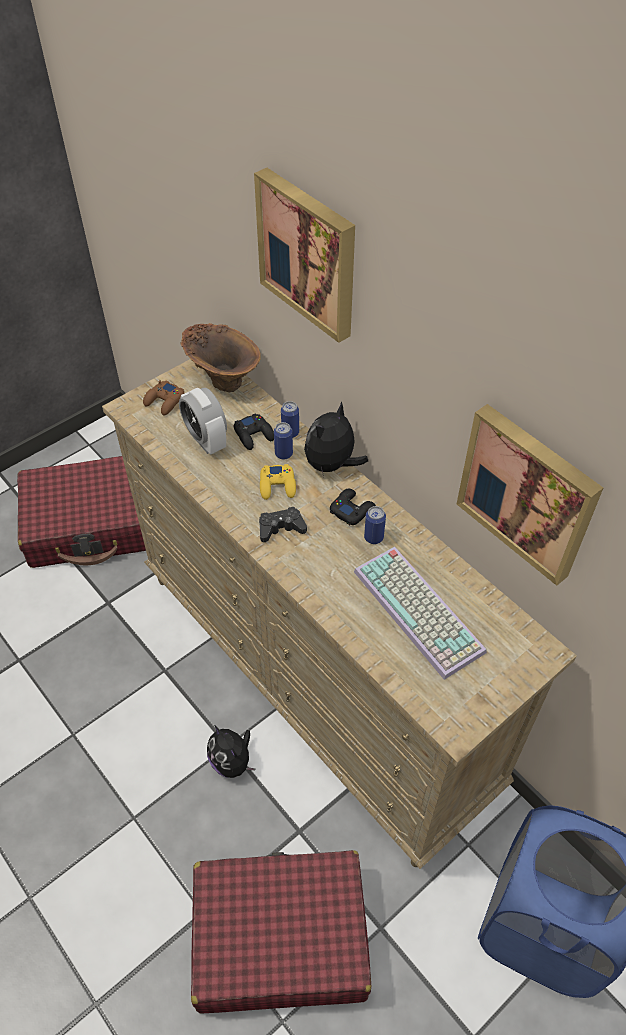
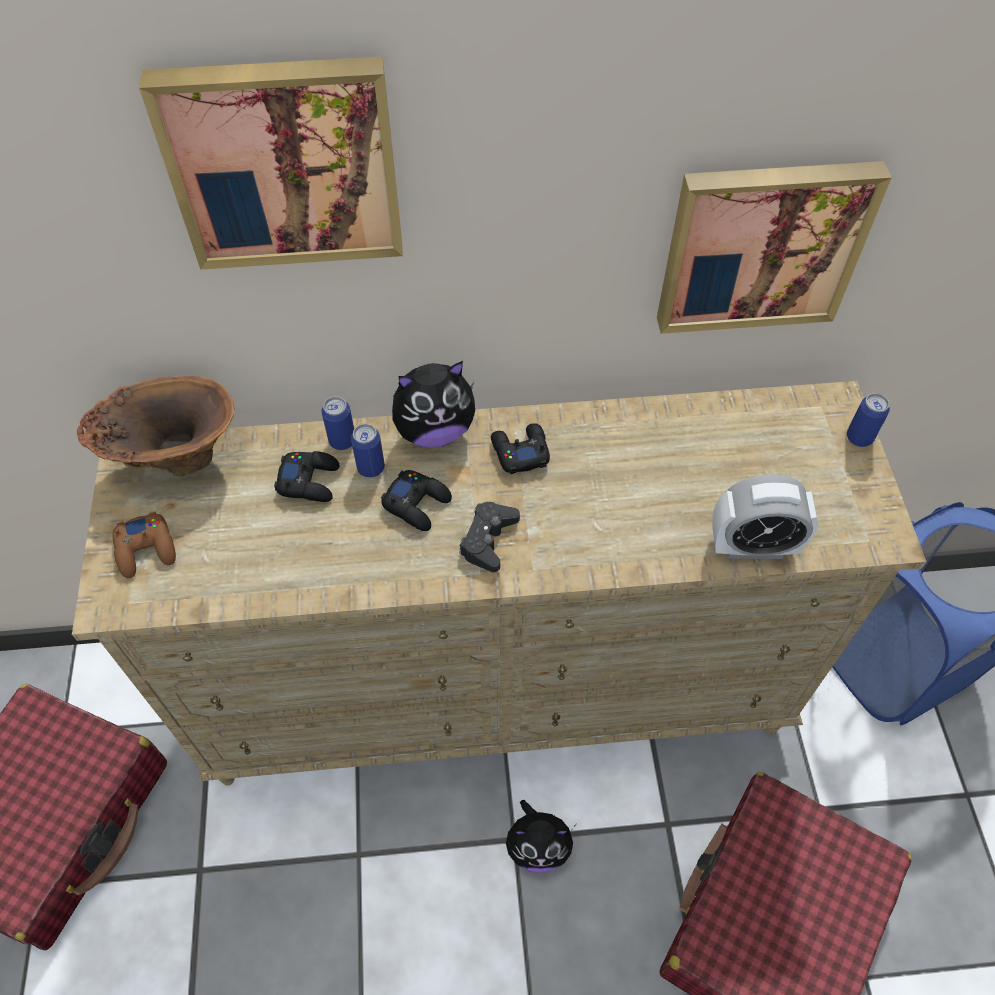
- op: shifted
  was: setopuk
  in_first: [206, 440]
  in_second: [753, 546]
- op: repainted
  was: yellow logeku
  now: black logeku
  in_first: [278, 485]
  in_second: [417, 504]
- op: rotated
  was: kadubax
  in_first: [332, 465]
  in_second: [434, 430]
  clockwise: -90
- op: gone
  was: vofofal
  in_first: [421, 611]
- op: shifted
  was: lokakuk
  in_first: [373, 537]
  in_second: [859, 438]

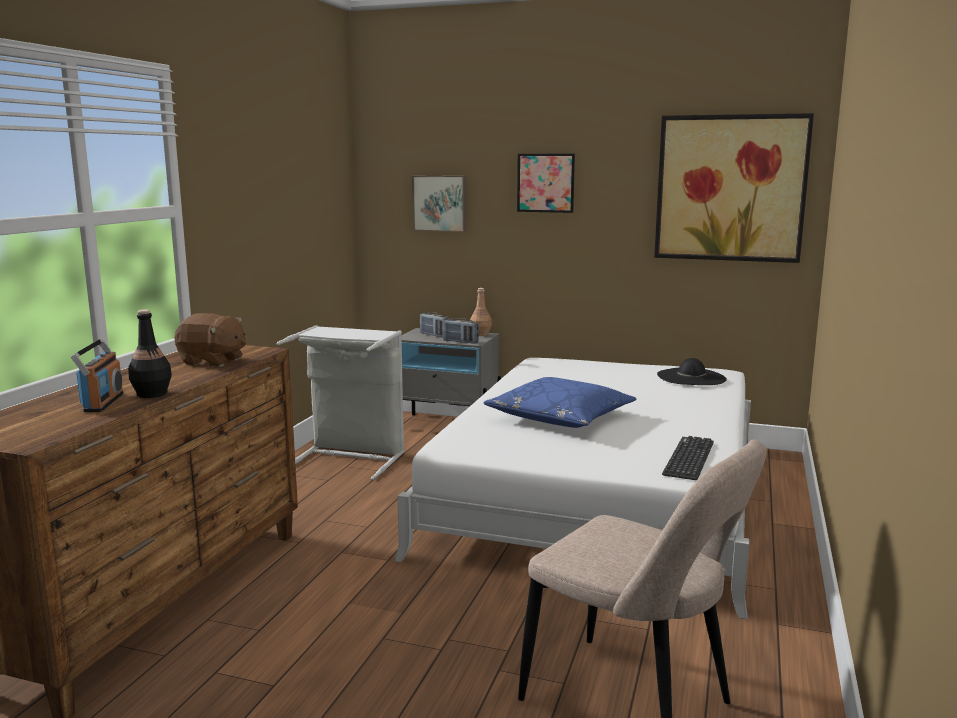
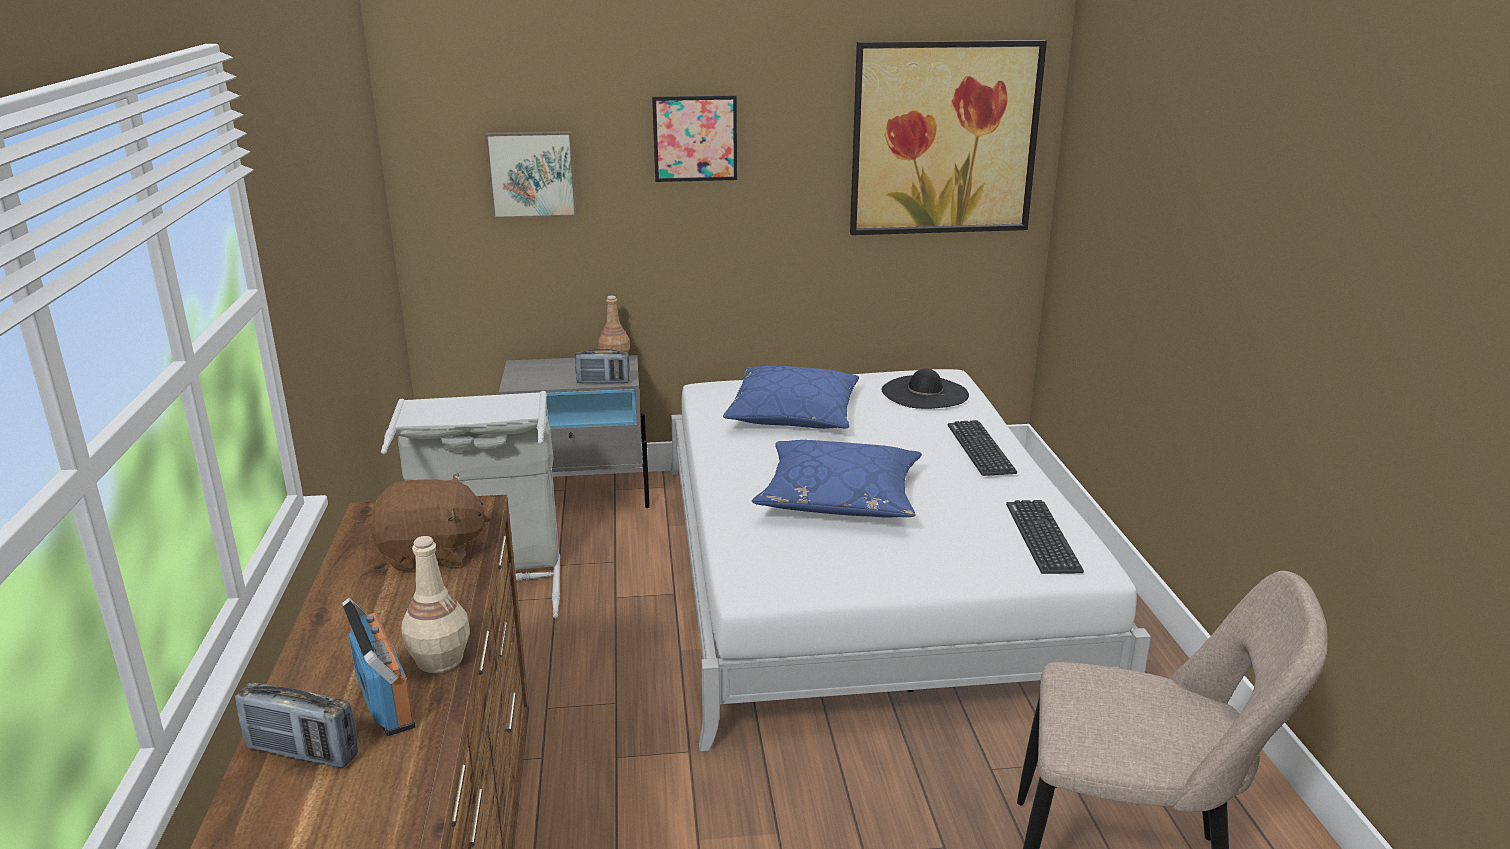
- op: repainted
  was: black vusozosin
  now: beige vusozosin
  in_first: [151, 394]
  in_second: [439, 660]
- op: shifted
  was: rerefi
  in_first: [434, 335]
  in_second: [302, 752]
- op: new
  now: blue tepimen
  in_second: [793, 414]
- op: new
  now: vofofal
  in_second: [980, 449]

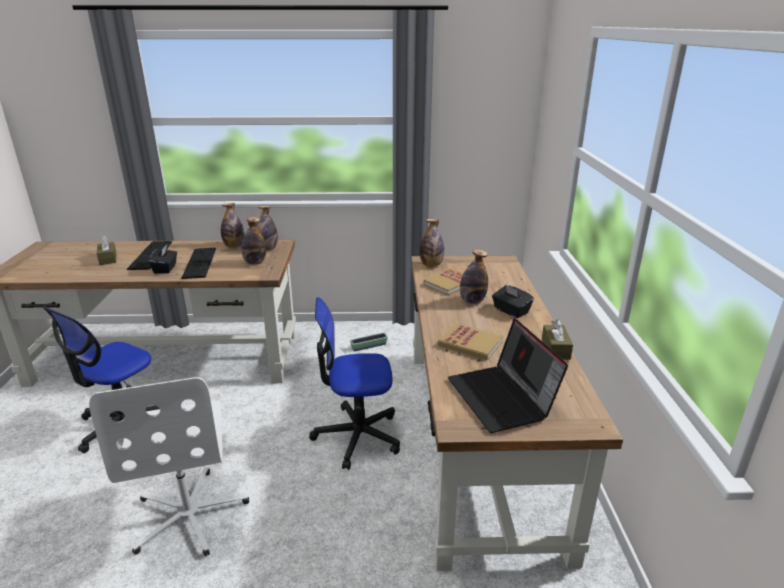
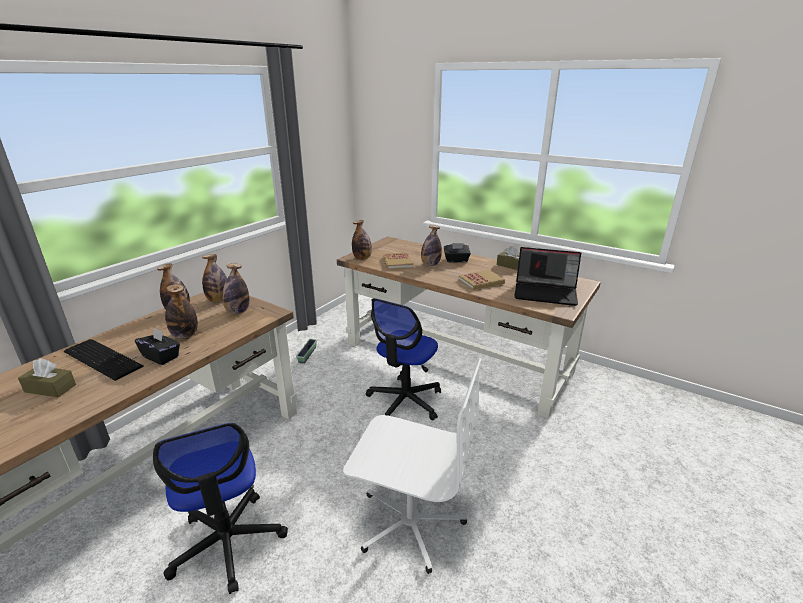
- op: swapped
  was: vofofal
  now: vusozosin
  in_first: [201, 262]
  in_second: [185, 335]

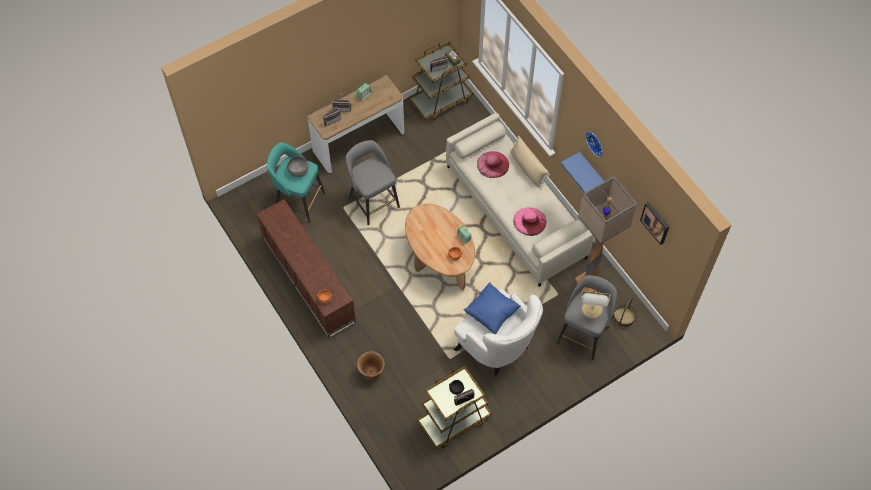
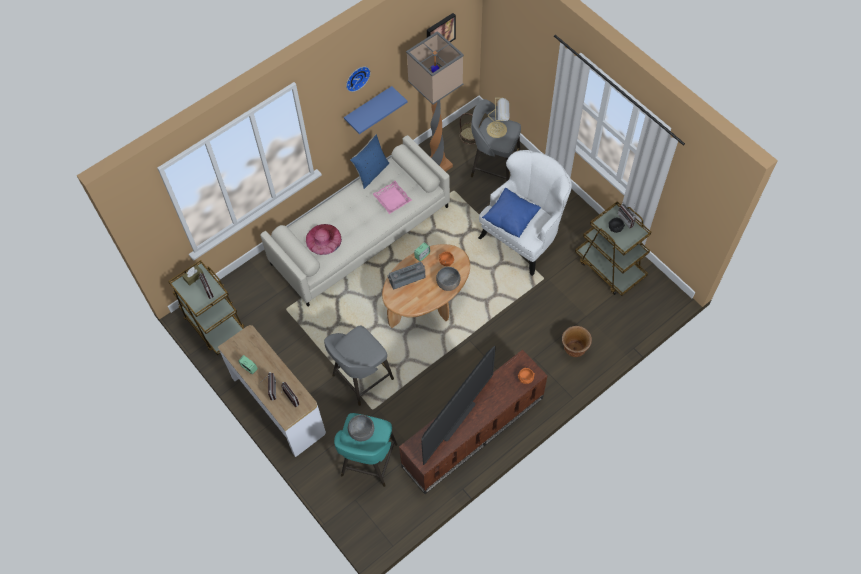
- op: gone
  was: beige tepimen
  in_first: [527, 168]
- op: swapped
  was: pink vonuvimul
  now: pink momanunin
  in_first: [529, 221]
  in_second: [392, 199]
- op: new
  now: blue tepimen
  in_second: [371, 172]
- op: new
  now: rerefi
  in_second: [406, 278]
- op: new
  now: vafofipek
  in_second: [457, 420]
- op: new
  now: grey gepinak
  in_second: [448, 283]

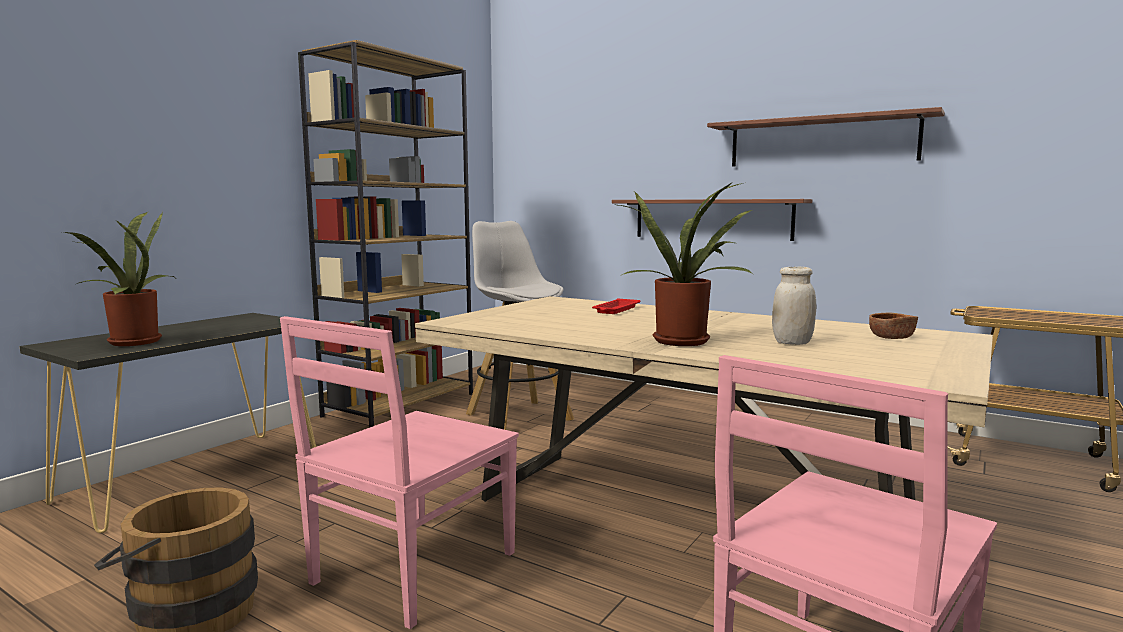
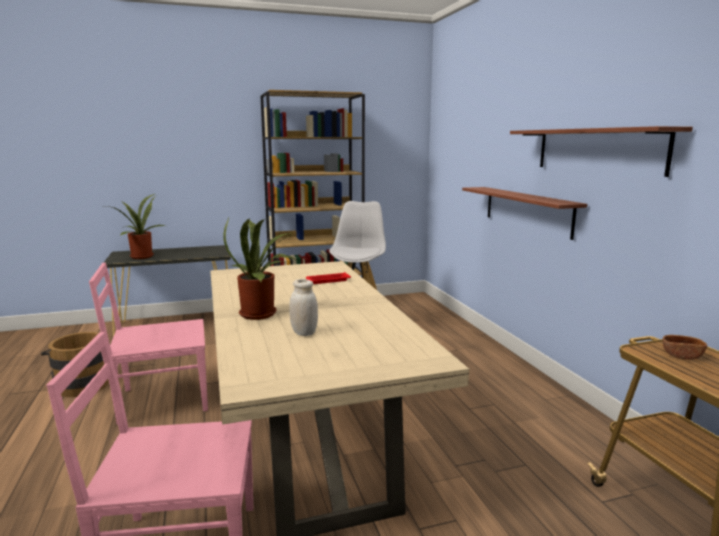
- op: shifted
  was: brown gepinak
  in_first: [891, 337]
  in_second: [682, 356]

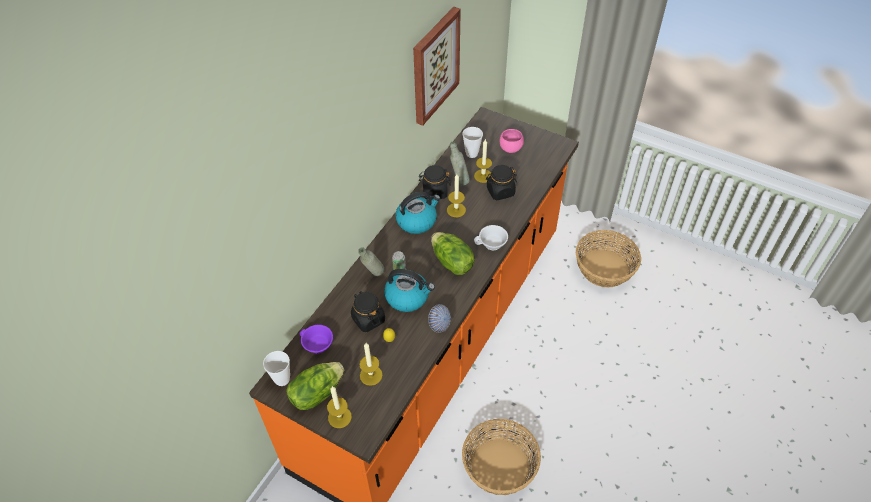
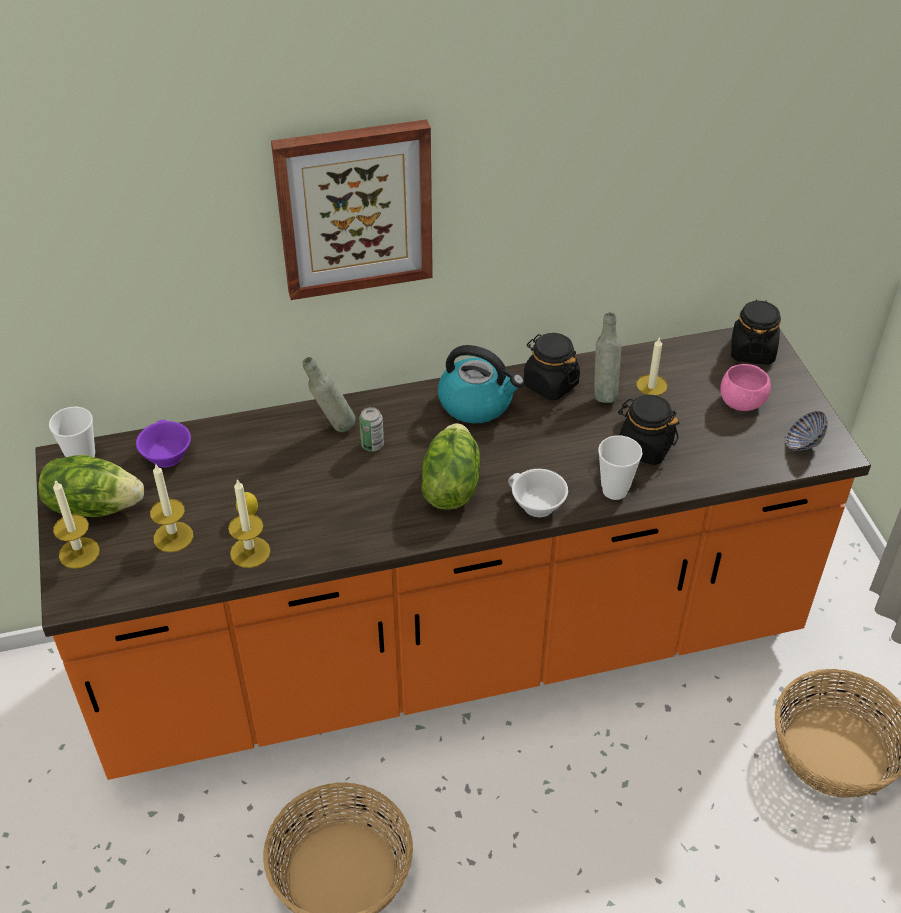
- op: shifted
  was: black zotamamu
  in_first: [368, 319]
  in_second: [752, 351]
- op: gone
  was: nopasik
  in_first: [408, 297]
- op: shifted
  was: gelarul
  in_first: [434, 66]
  in_second: [354, 208]
- op: shifted
  was: gepinak
  in_first: [439, 324]
  in_second: [803, 444]
- op: shifted
  was: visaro
  in_first: [456, 210]
  in_second: [250, 552]
- op: shifted
  was: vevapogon
  in_first: [472, 153]
  in_second: [614, 490]

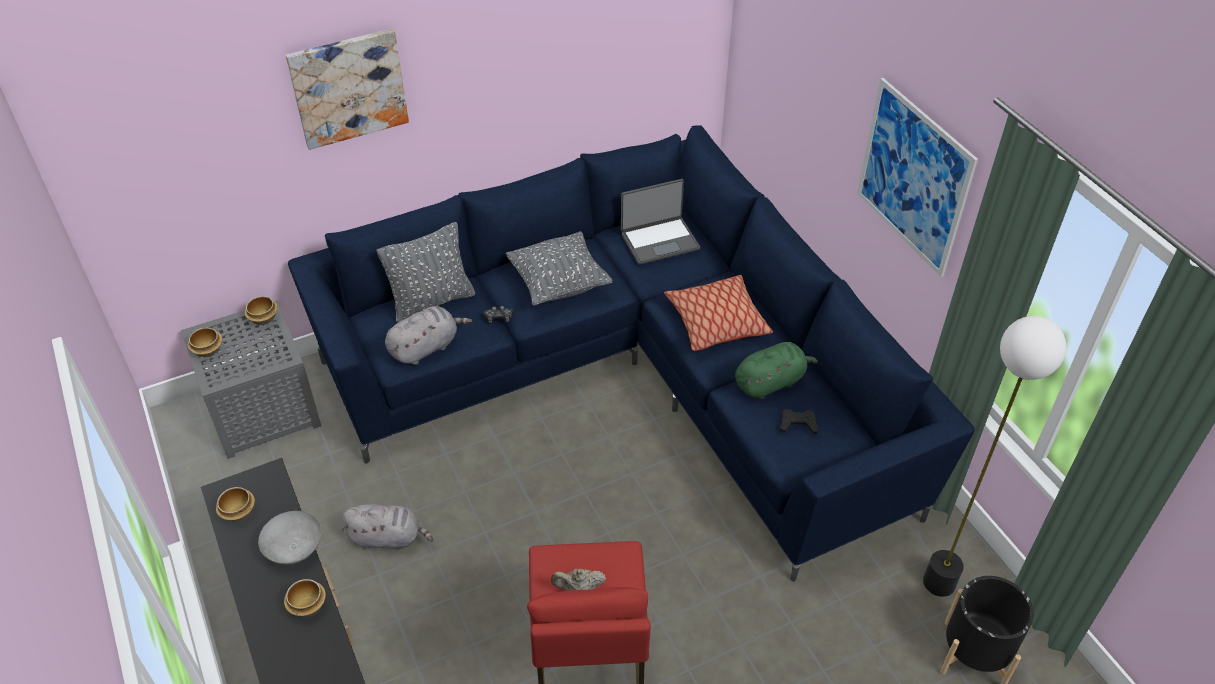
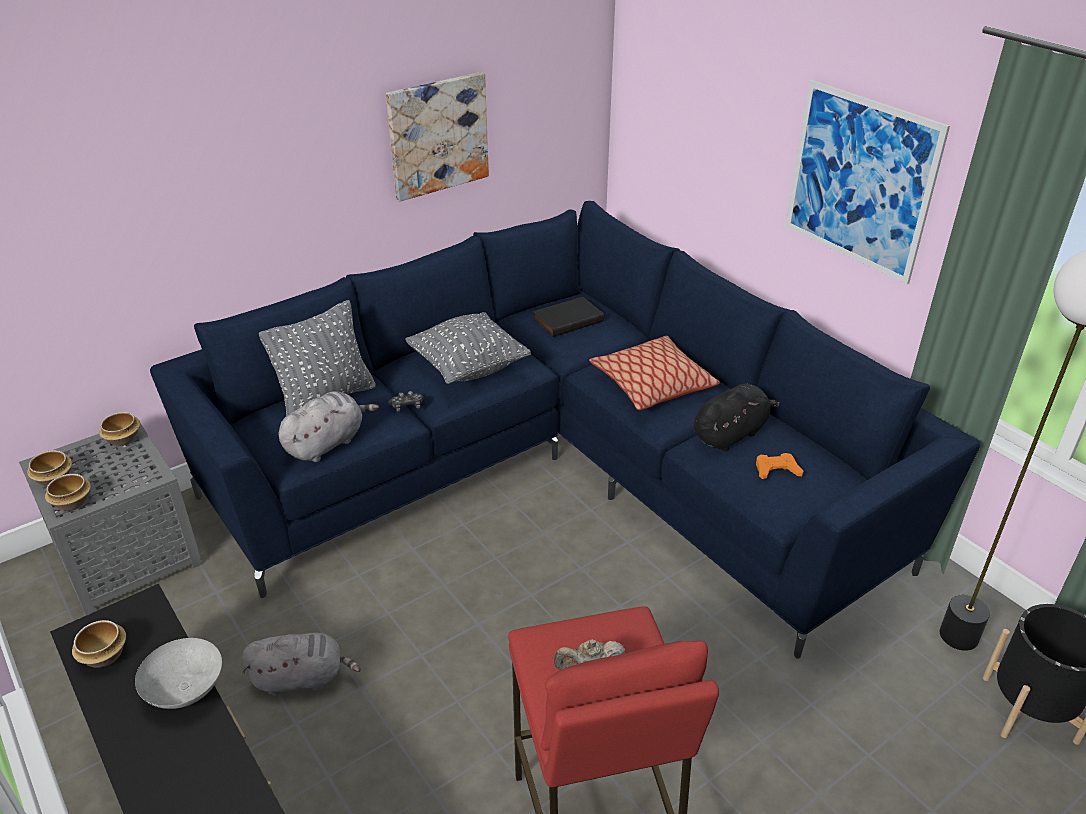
- op: shifted
  was: gepinak
  in_first: [307, 606]
  in_second: [72, 503]
- op: shifted
  was: gelarul
  in_first: [348, 87]
  in_second: [437, 135]
- op: swapped
  was: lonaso
  now: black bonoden
  in_first: [659, 241]
  in_second: [567, 319]
- op: repainted
  was: green kadubax
  now: black kadubax
  in_first: [771, 382]
  in_second: [731, 434]
- op: repainted
  was: black logeku
  now: orange logeku
  in_first: [798, 424]
  in_second: [776, 470]

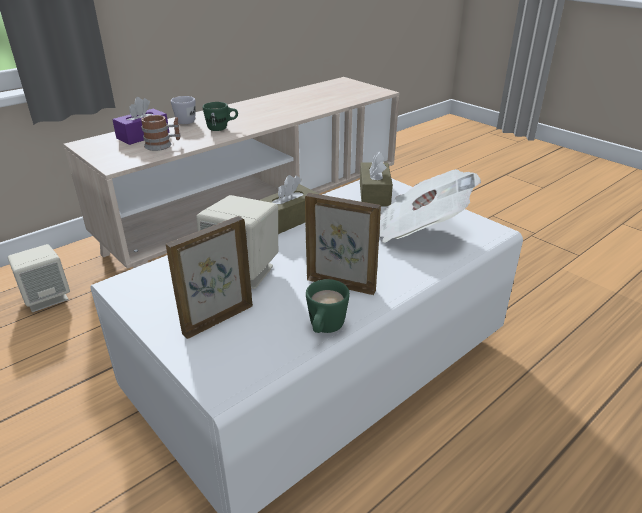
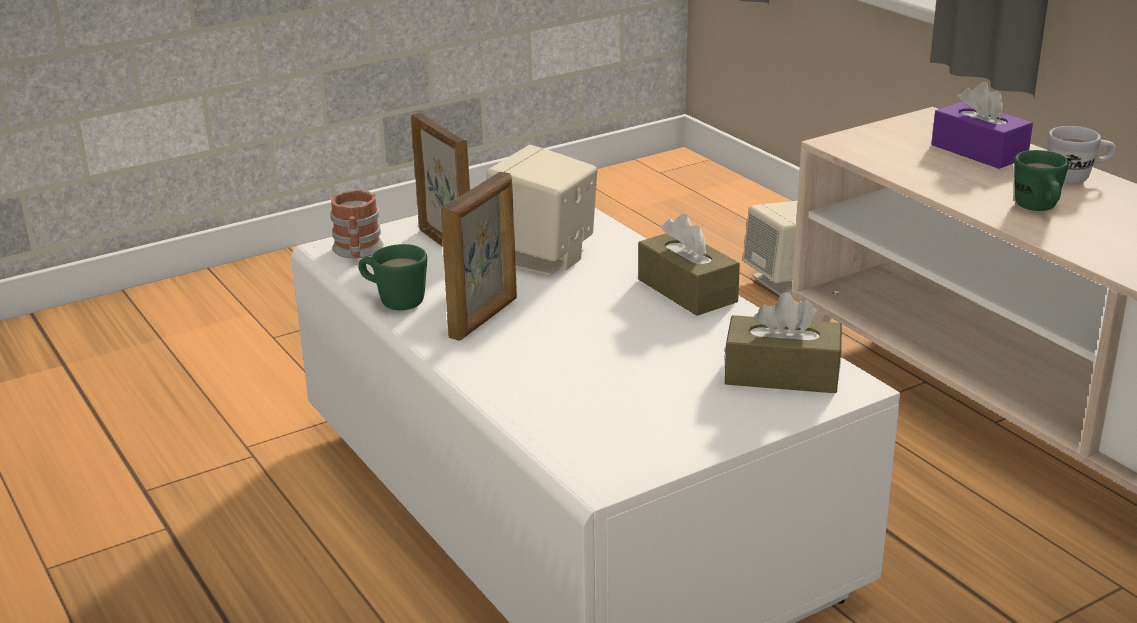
- op: shifted
  was: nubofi
  in_first: [163, 145]
  in_second: [357, 252]
- op: gone
  was: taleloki
  in_first: [415, 229]

